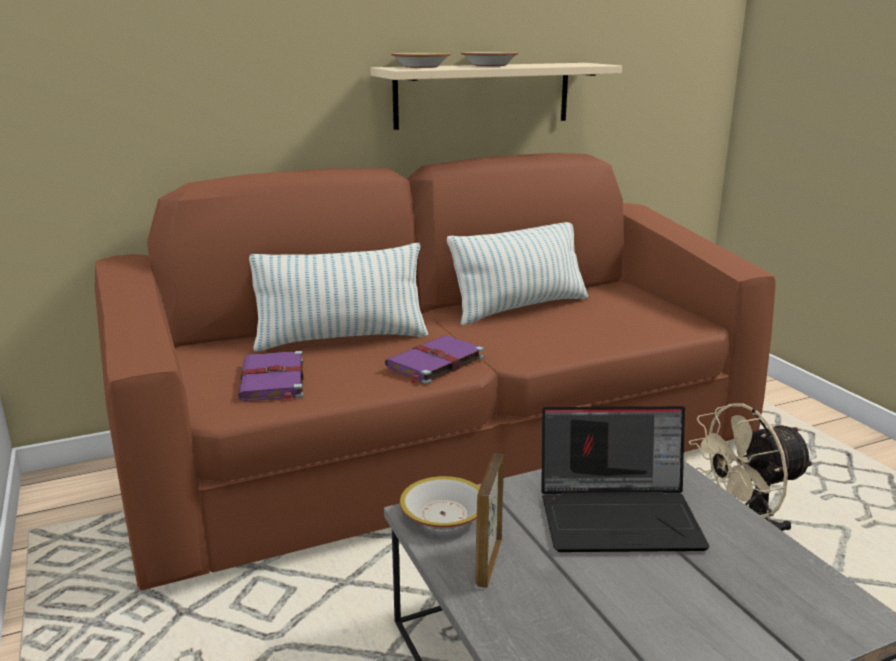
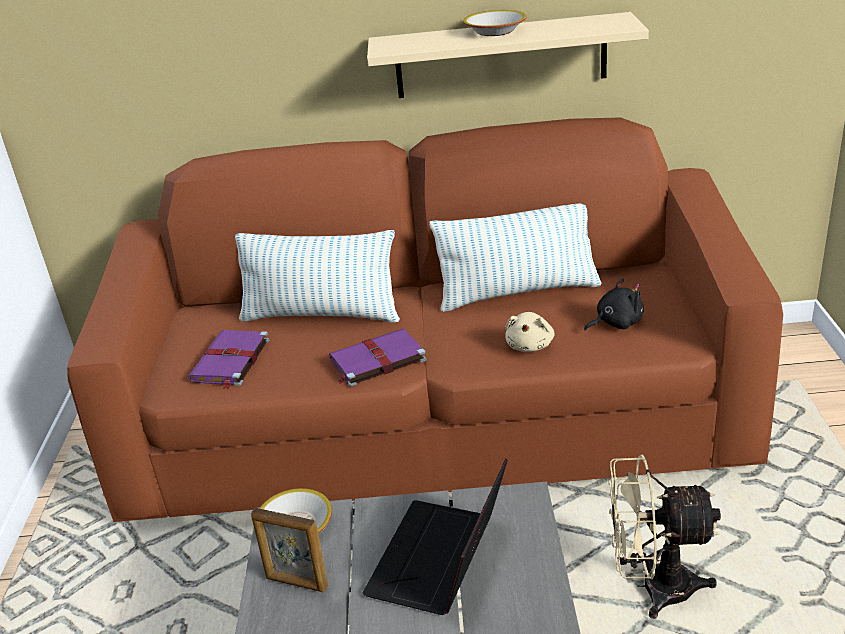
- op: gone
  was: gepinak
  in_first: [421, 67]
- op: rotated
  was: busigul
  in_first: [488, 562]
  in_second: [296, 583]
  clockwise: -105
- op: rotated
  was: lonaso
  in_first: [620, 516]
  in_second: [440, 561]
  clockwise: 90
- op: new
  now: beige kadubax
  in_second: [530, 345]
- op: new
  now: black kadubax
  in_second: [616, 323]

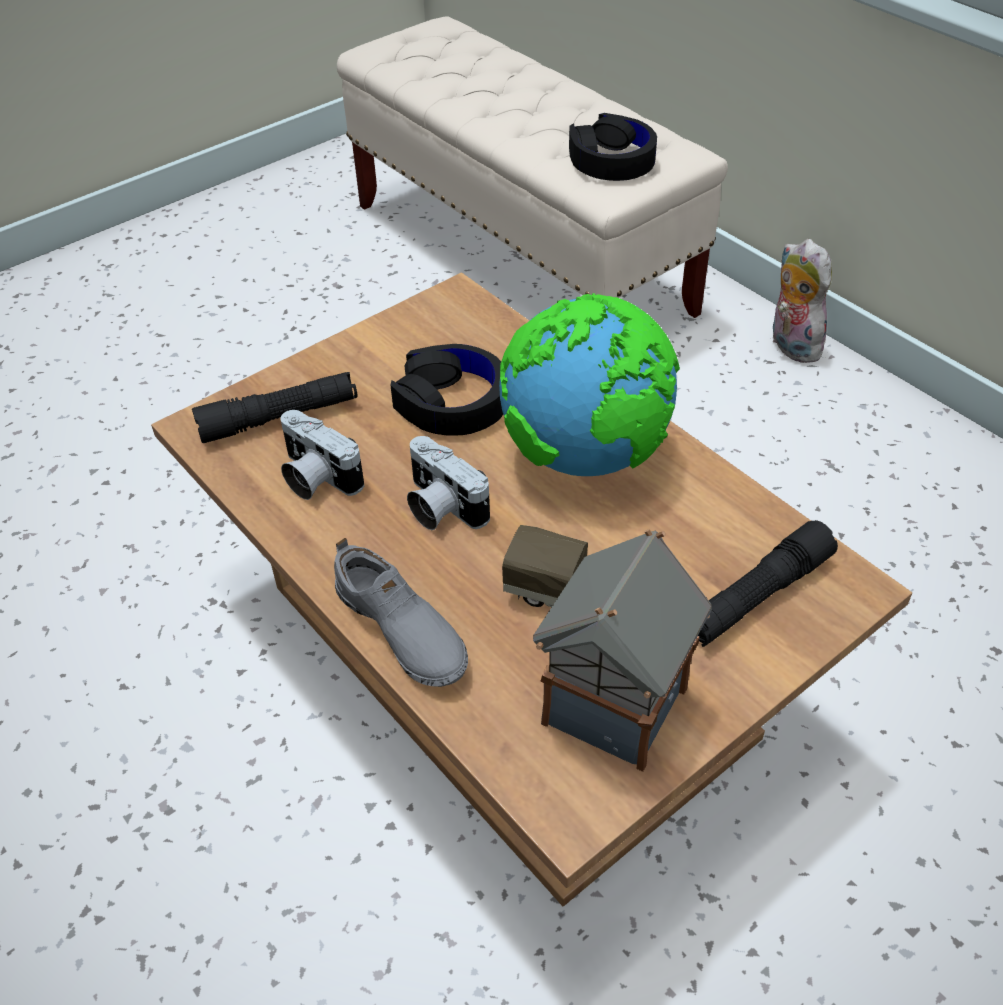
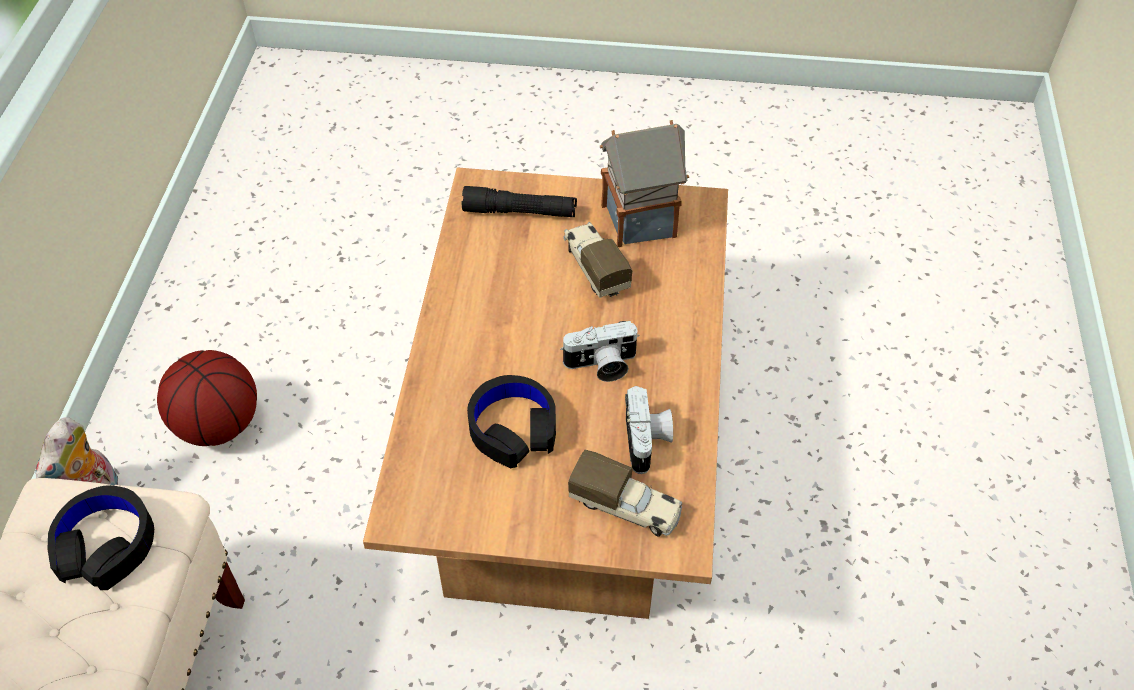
- op: swapped
  was: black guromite
  now: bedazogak
  in_first: [279, 418]
  in_second: [626, 507]
- op: gone
  was: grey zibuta
  in_first: [400, 631]
- op: rotated
  was: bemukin
  in_first: [440, 507]
  in_second: [601, 365]
  clockwise: 75
- op: gone
  was: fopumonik
  in_first: [586, 456]
- op: new
  now: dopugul
  in_second: [218, 424]

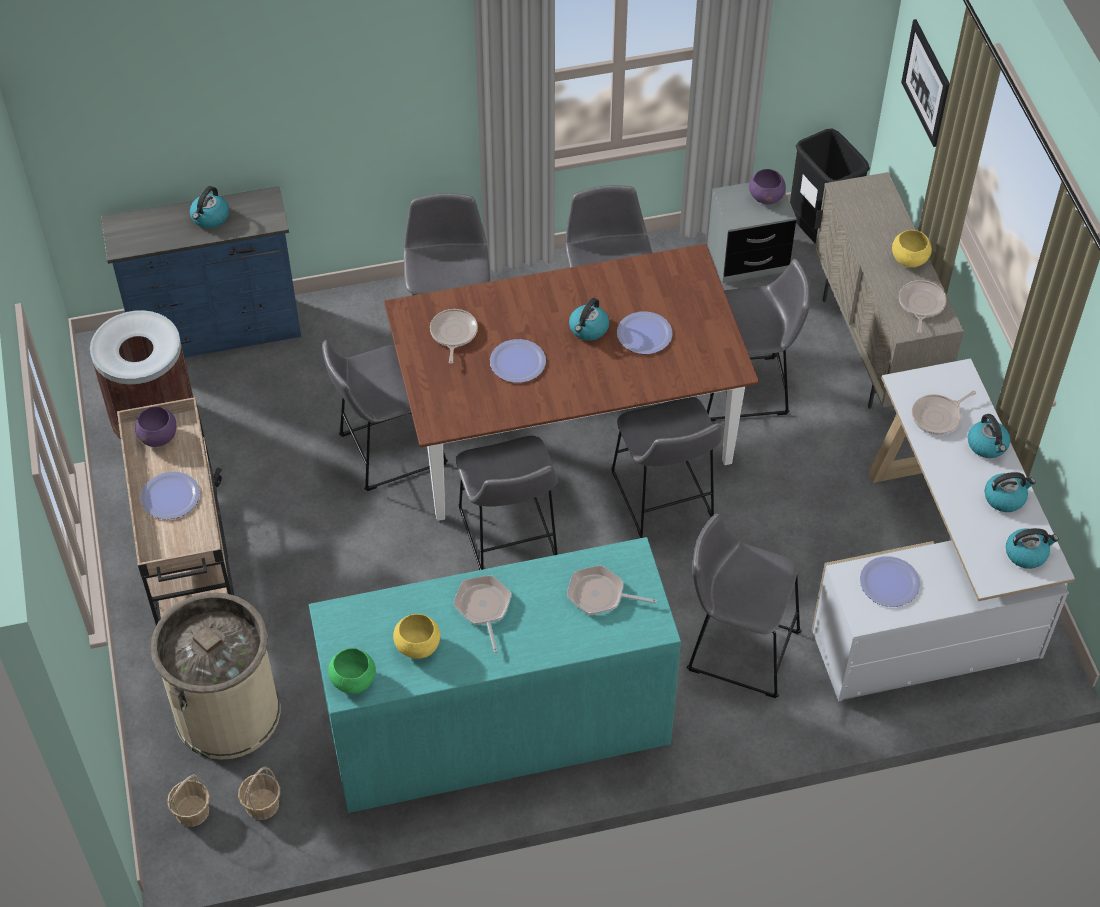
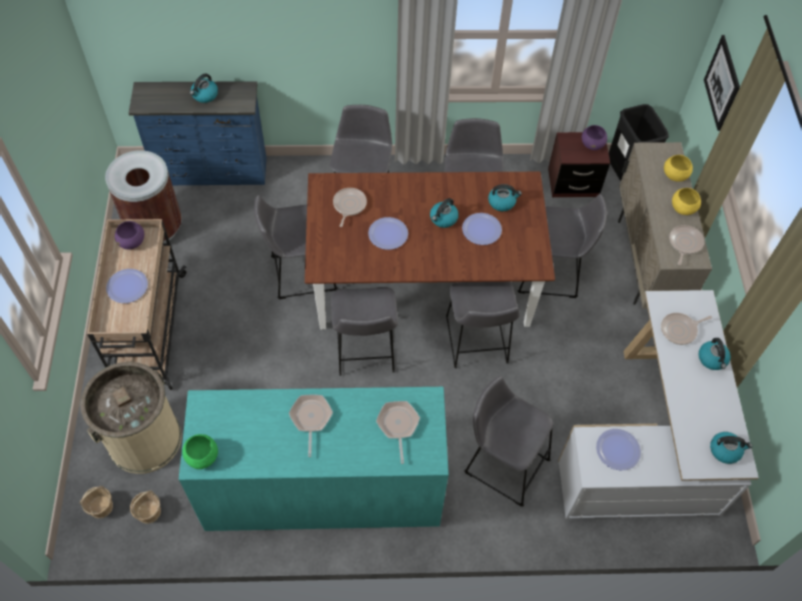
- op: shifted
  was: yellow gepinak
  in_first: [417, 646]
  in_second: [675, 175]
- op: rotated
  was: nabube
  in_first: [600, 595]
  in_second: [398, 426]
  clockwise: 60
- op: repainted
  was: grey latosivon
  now: brown latosivon
  in_first: [747, 258]
  in_second: [573, 183]
- op: shifted
  was: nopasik
  in_first: [1005, 498]
  in_second: [502, 202]

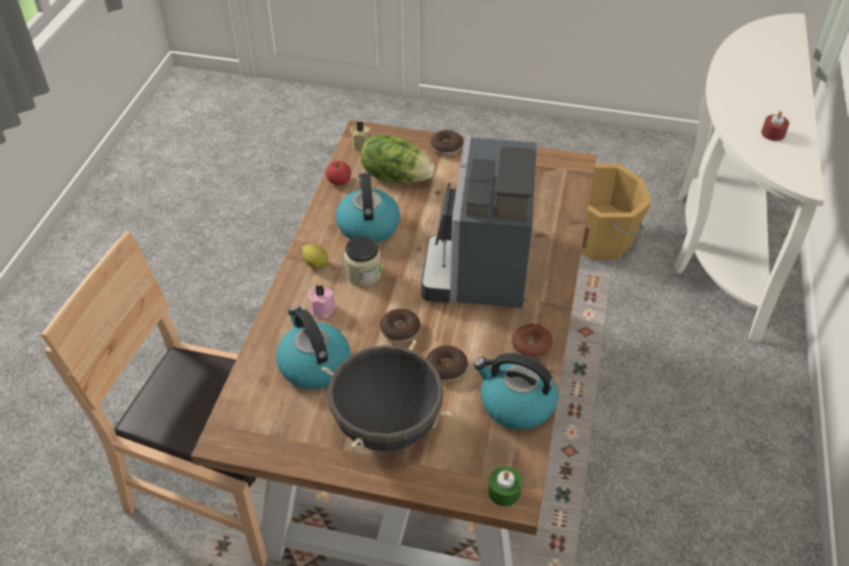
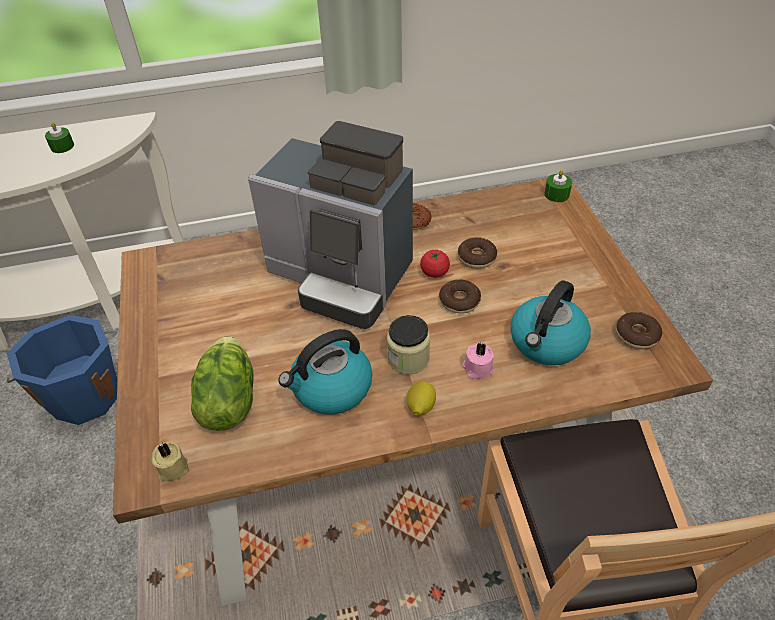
- op: gone
  was: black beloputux
  in_first: [387, 426]
- op: shifted
  was: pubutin
  in_first: [339, 181]
  in_second: [434, 272]
- op: rotated
  was: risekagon
  in_first: [481, 267]
  in_second: [342, 277]
  clockwise: 45
- op: shifted
  was: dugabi
  in_first: [446, 147]
  in_second: [636, 335]
- op: gone
  was: nopasik
  in_first: [516, 404]
- op: repainted
  was: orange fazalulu
  now: blue fazalulu
  in_first: [601, 239]
  in_second: [85, 394]
- op: repainted
  was: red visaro
  now: green visaro
  in_first: [773, 133]
  in_second: [62, 146]

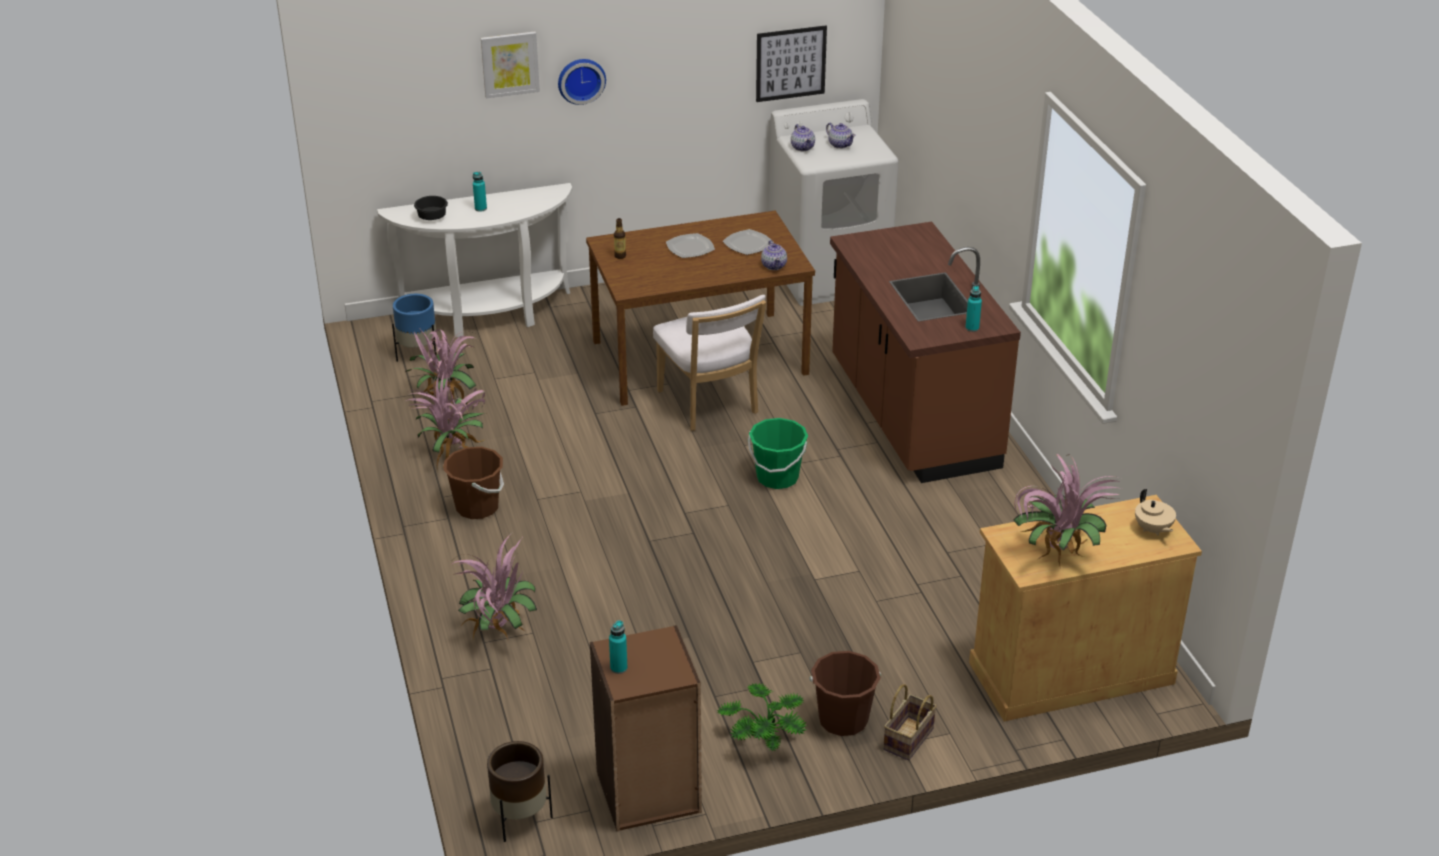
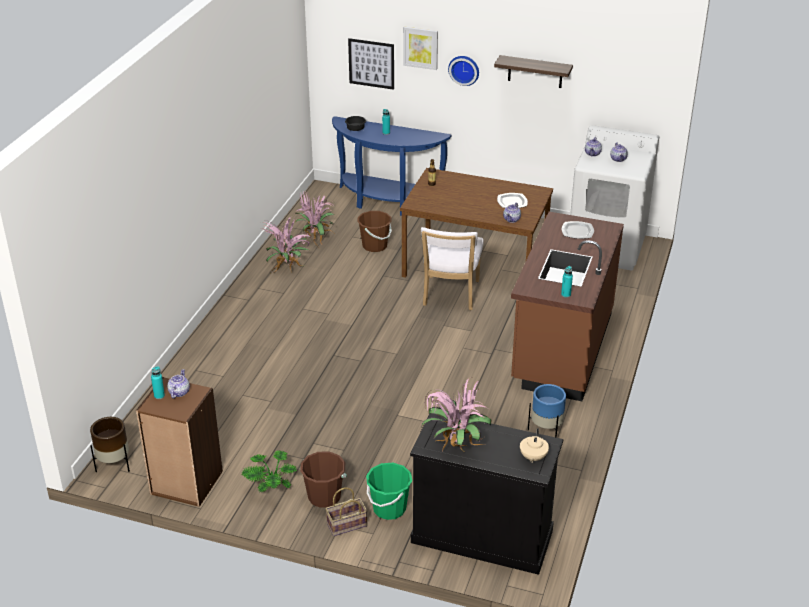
- op: repainted
  was: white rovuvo
  now: blue rovuvo
  in_first: [488, 315]
  in_second: [386, 202]
- op: shifted
  was: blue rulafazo
  in_first: [419, 355]
  in_second: [546, 431]
- op: shifted
  was: brown fazalulu
  in_first: [477, 507]
  in_second: [375, 246]
- op: gone
  was: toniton
  in_first: [498, 632]
- op: shifted
  was: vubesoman
  in_first: [690, 247]
  in_second: [577, 231]
- op: shifted
  was: green fazalulu
  in_first: [777, 477]
  in_second: [389, 508]
- op: shifted
  was: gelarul
  in_first: [790, 63]
  in_second: [371, 63]
- op: repainted
  was: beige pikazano
  now: black pikazano
  in_first: [1070, 672]
  in_second: [482, 536]
- op: new
  now: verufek
  in_second: [179, 392]
- op: new
  now: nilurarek
  in_second: [535, 72]

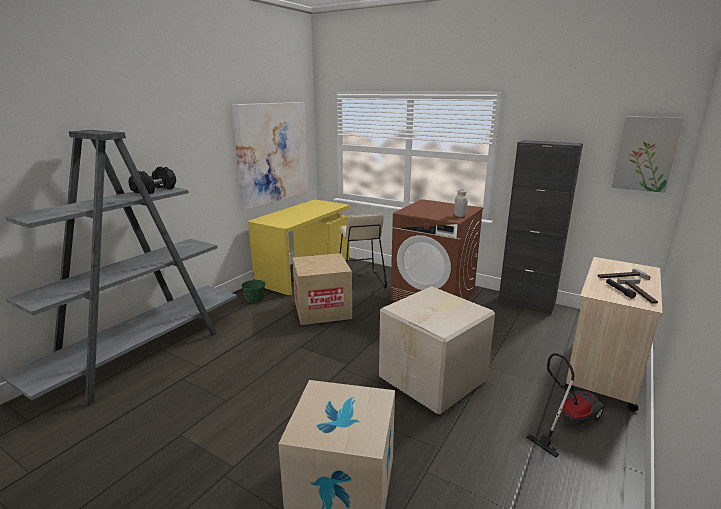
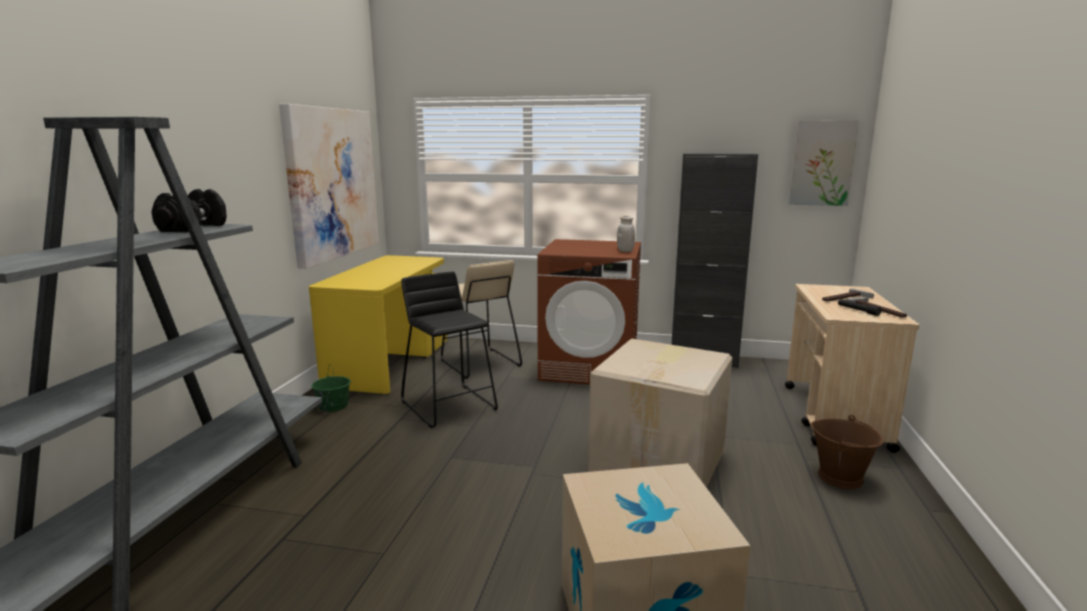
- op: swapped
  was: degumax
  now: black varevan
  in_first: [322, 310]
  in_second: [450, 405]
- op: swapped
  was: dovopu
  now: brown fazalulu
  in_first: [567, 421]
  in_second: [840, 477]

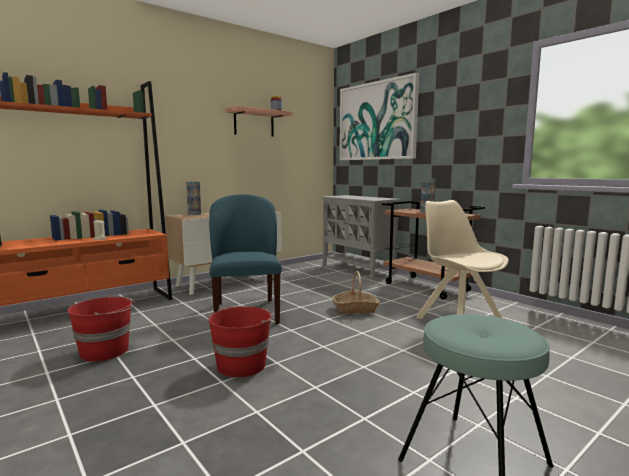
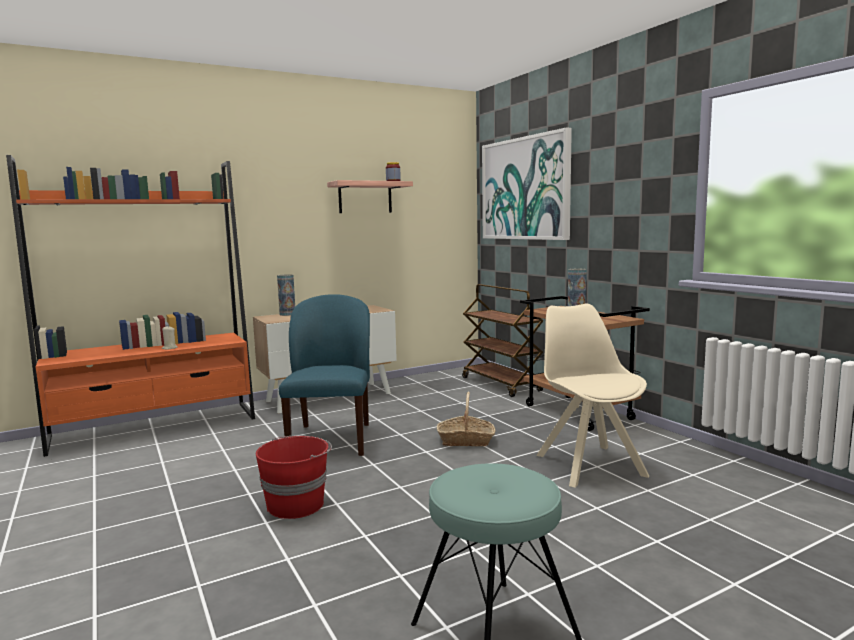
- op: gone
  was: red fazalulu
  in_first: [105, 351]
- op: swapped
  was: grey pikazano
  now: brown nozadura
  in_first: [358, 270]
  in_second: [502, 384]

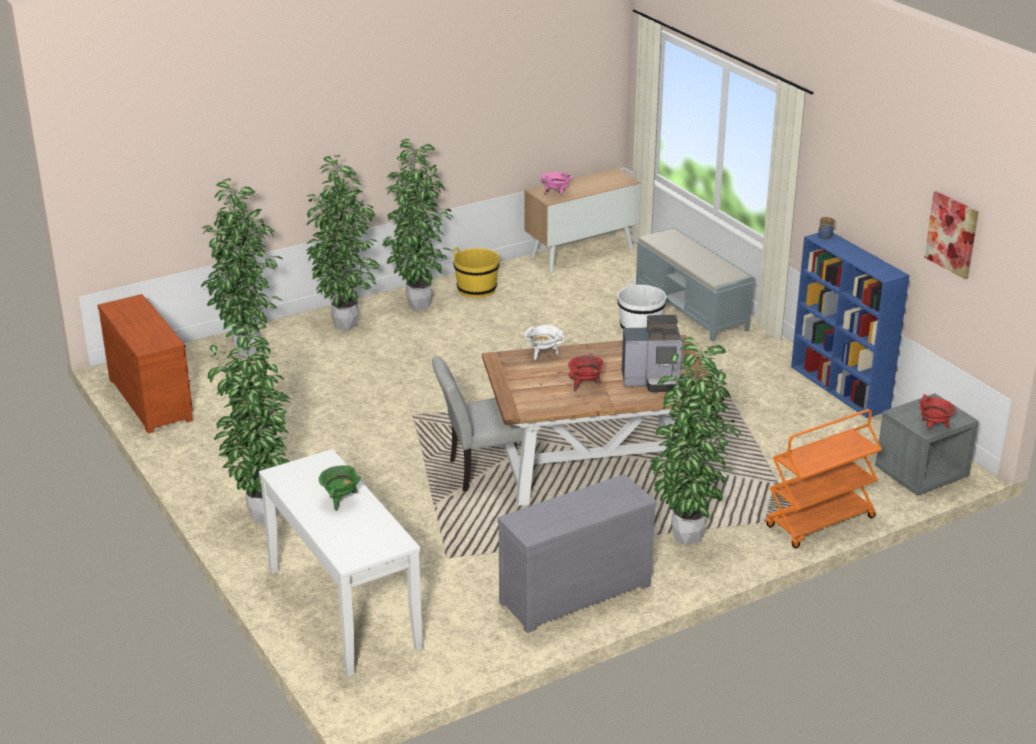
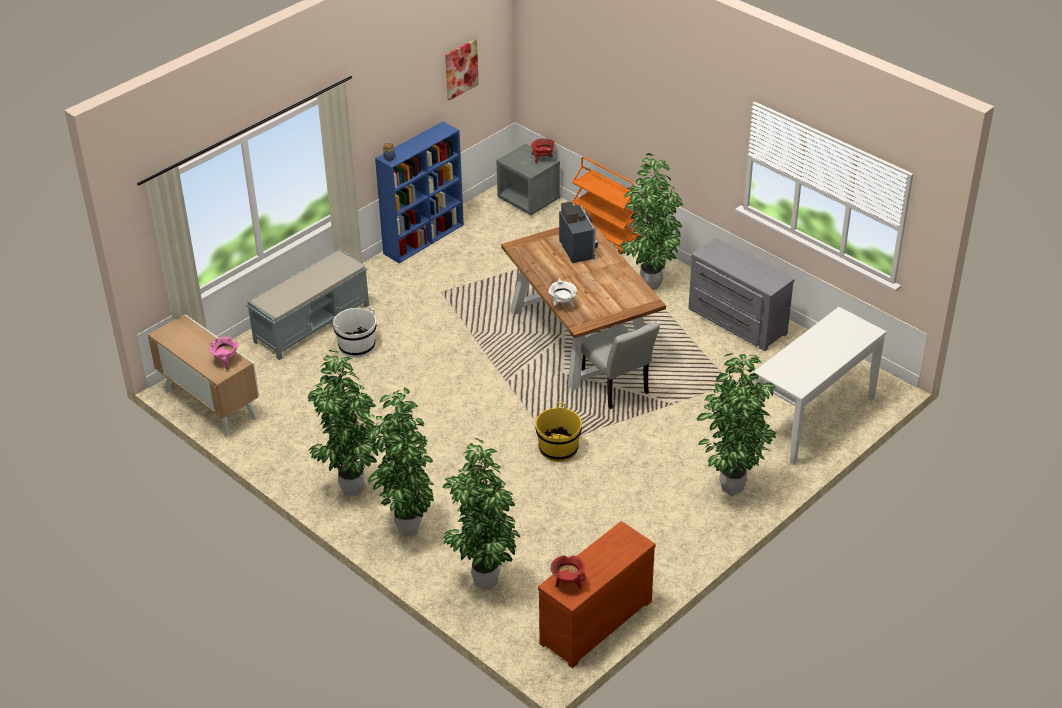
- op: gone
  was: green beloputux
  in_first: [340, 500]
- op: shifted
  was: yellow fazalulu
  in_first: [476, 289]
  in_second: [558, 448]
- op: shifted
  was: red beloputux
  in_first: [585, 385]
  in_second: [568, 582]

